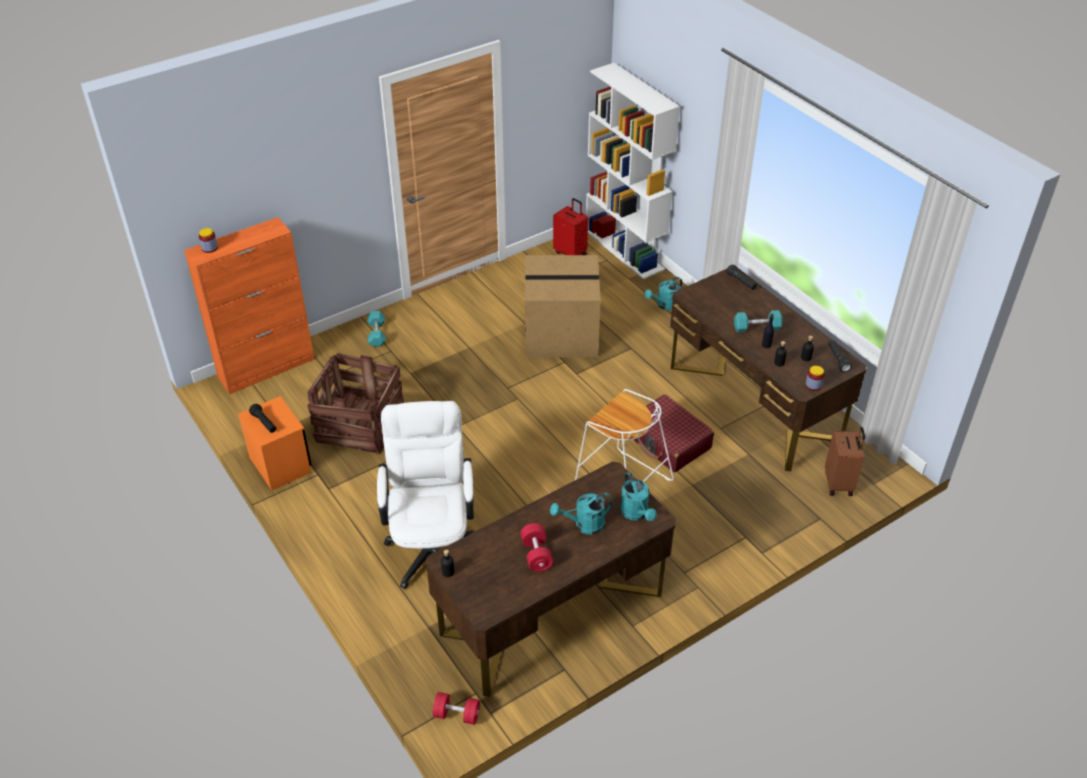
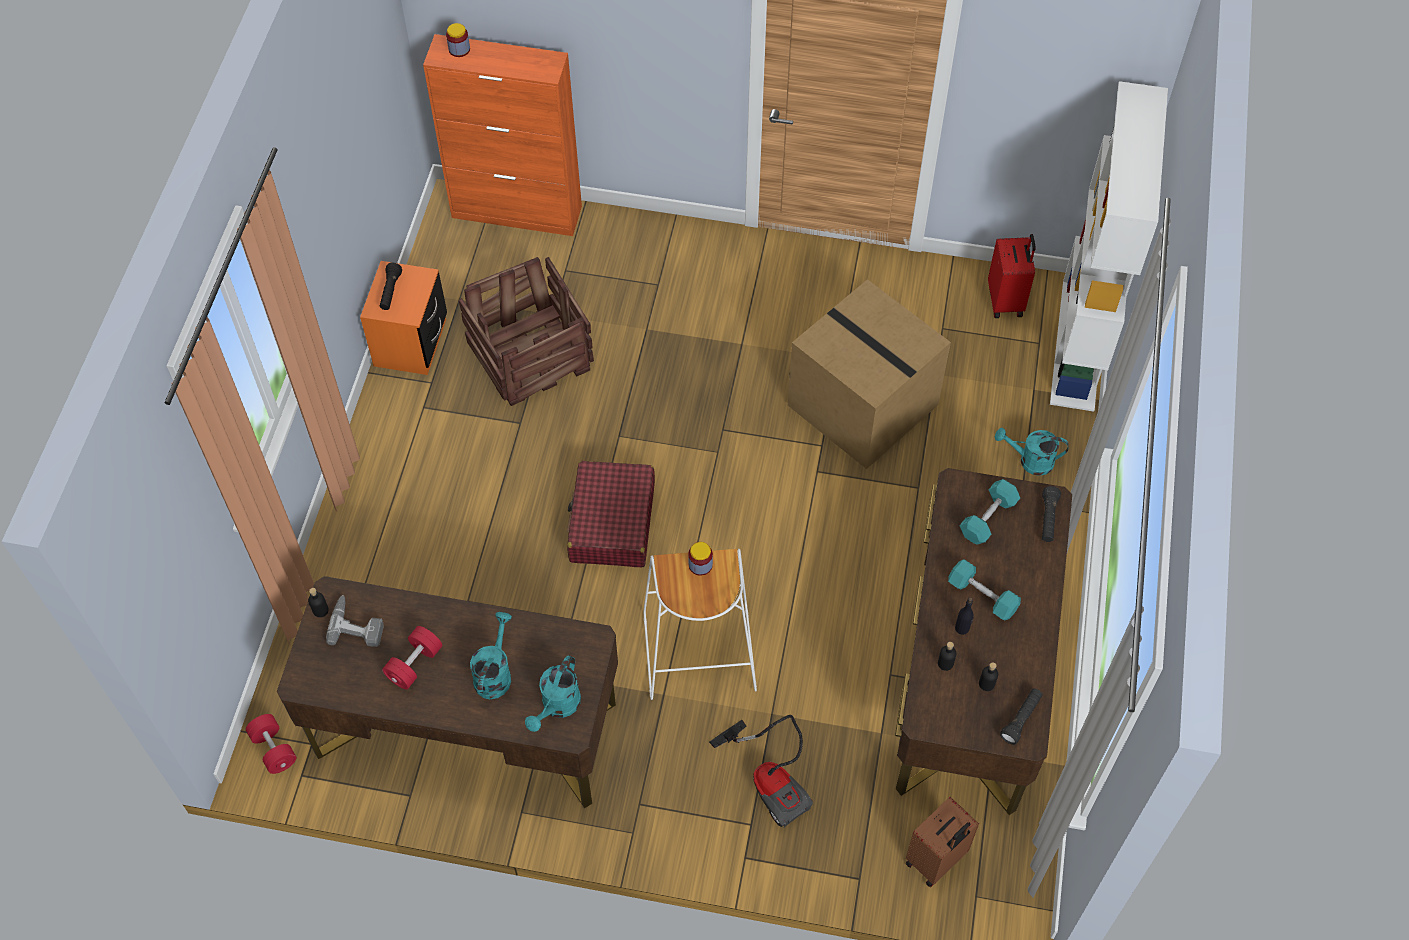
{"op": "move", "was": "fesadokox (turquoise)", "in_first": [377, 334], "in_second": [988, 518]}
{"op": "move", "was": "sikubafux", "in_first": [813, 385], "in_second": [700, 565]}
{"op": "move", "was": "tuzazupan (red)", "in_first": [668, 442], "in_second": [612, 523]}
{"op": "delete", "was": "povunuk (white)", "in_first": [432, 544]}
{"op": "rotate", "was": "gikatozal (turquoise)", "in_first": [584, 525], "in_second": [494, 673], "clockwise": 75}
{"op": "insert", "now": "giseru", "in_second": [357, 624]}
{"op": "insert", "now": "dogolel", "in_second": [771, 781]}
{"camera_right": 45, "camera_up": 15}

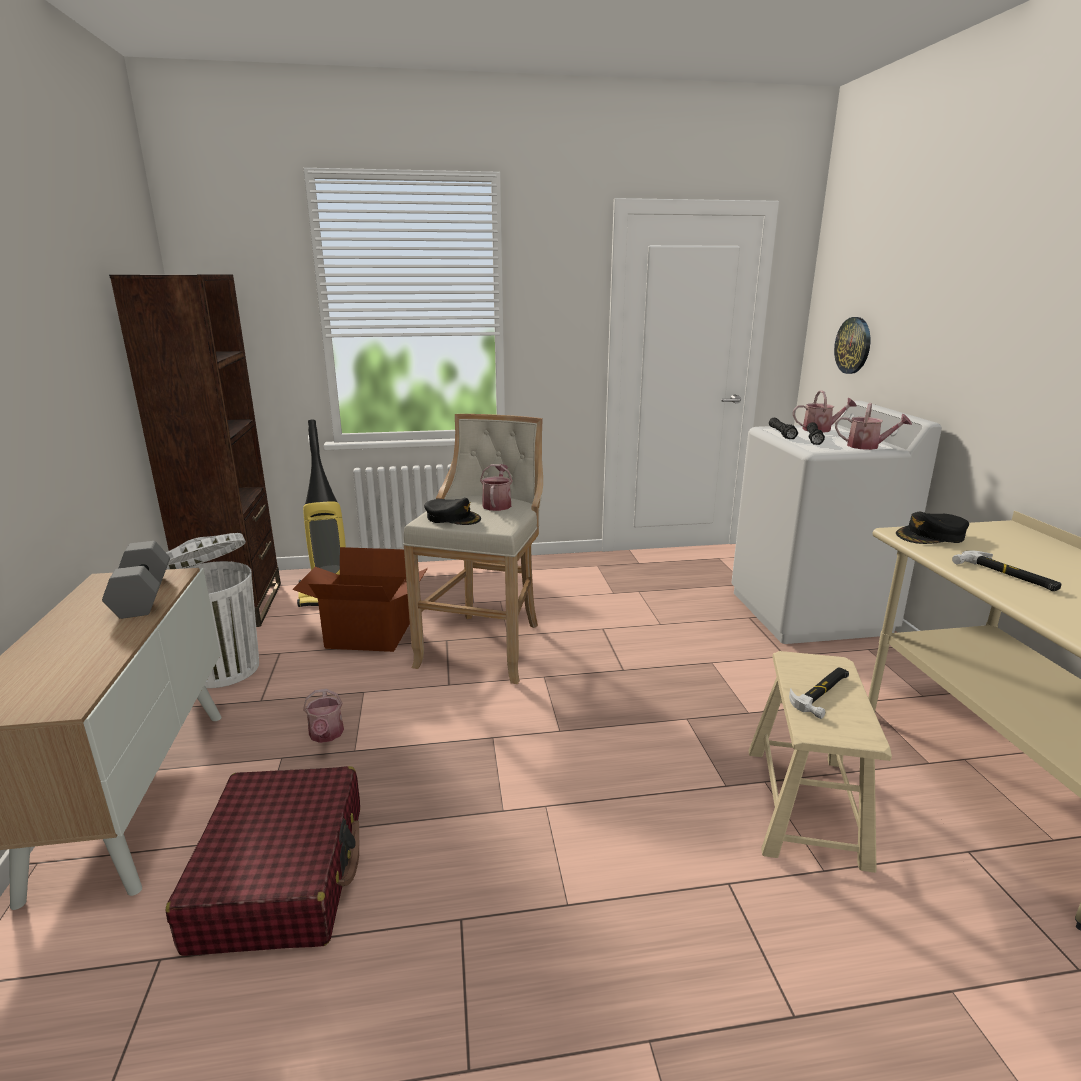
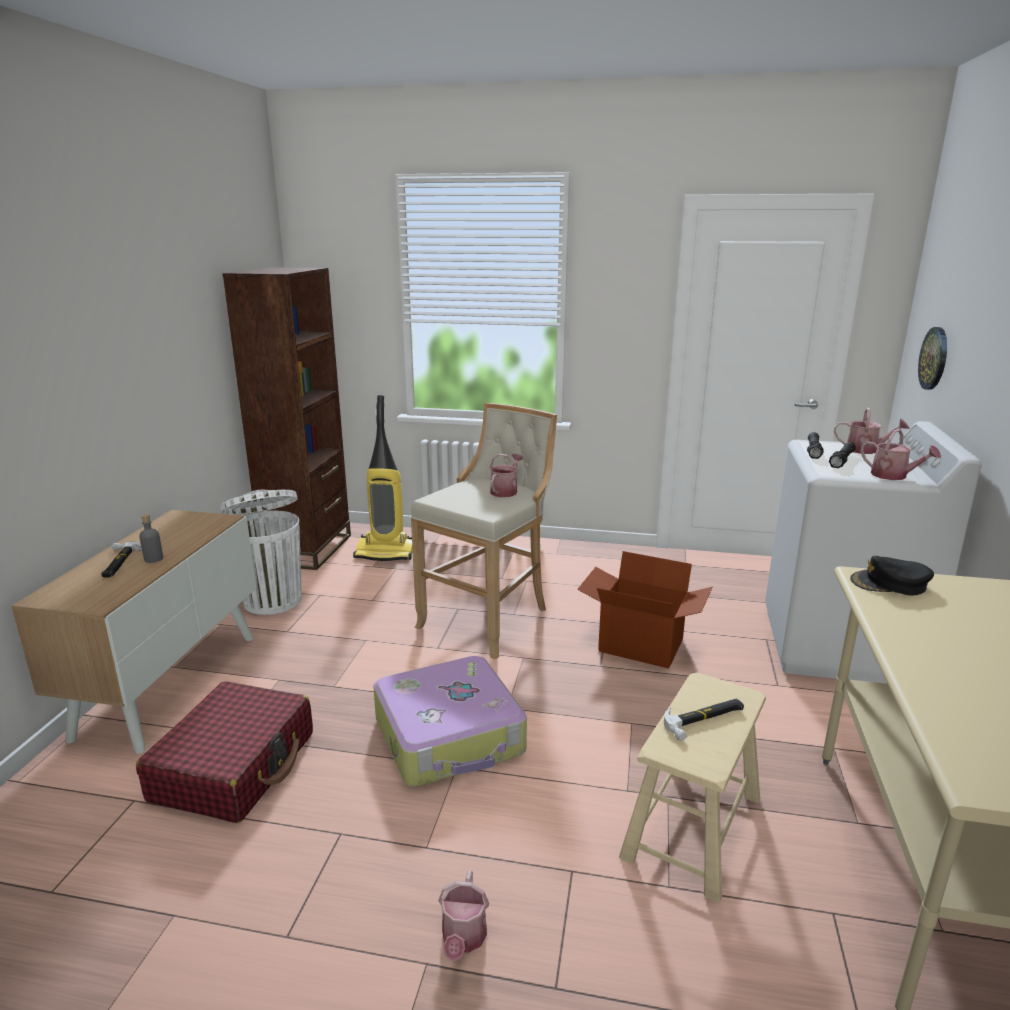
{"op": "delete", "was": "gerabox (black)", "in_first": [453, 518]}
{"op": "delete", "was": "fesadokox (grey)", "in_first": [141, 596]}
{"op": "move", "was": "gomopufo", "in_first": [367, 636], "in_second": [640, 646]}
{"op": "move", "was": "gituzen", "in_first": [1006, 575], "in_second": [119, 562]}
{"op": "move", "was": "gikatozal", "in_first": [326, 735], "in_second": [463, 939]}
{"op": "insert", "now": "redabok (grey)", "in_second": [153, 559]}
{"op": "insert", "now": "tuzazupan", "in_second": [450, 736]}
{"camera_right": 20, "camera_up": 0}

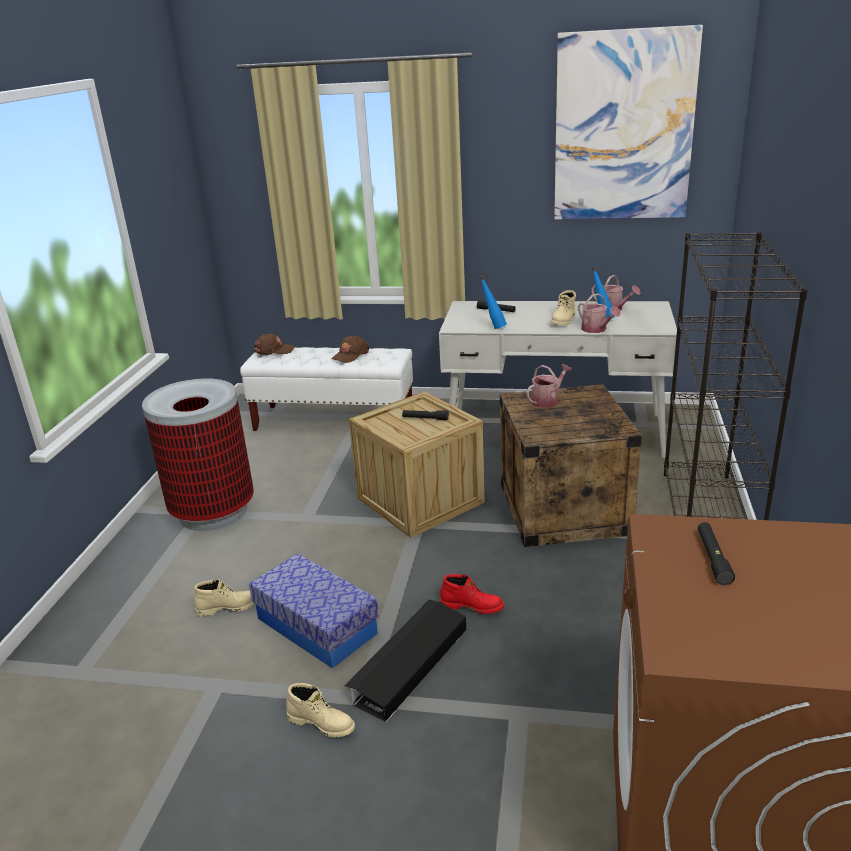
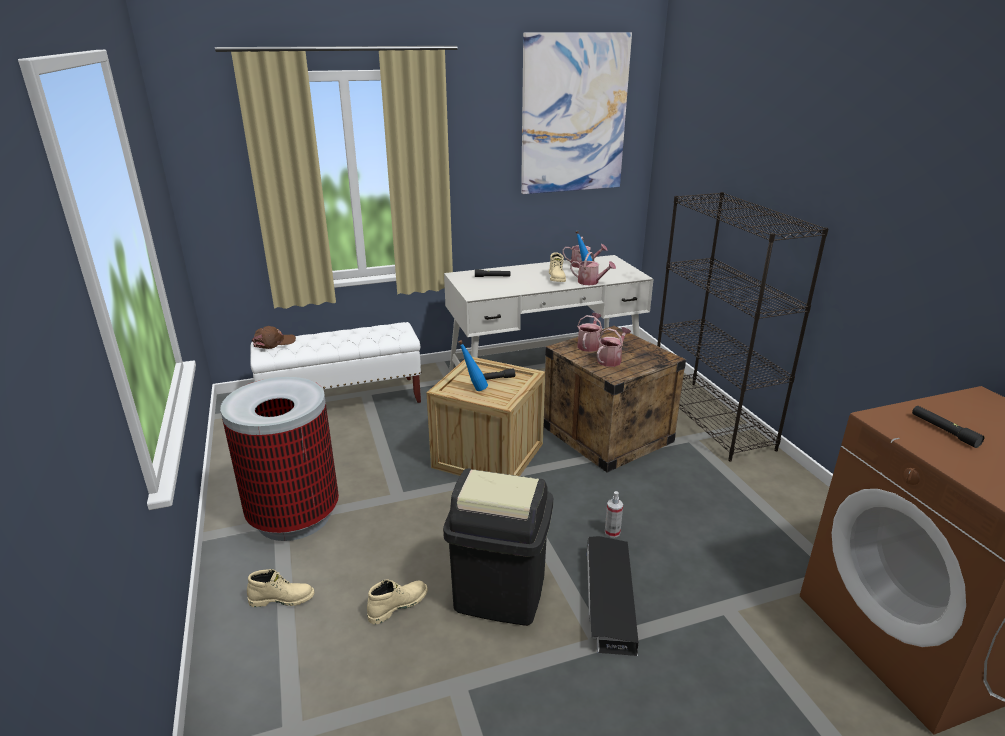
{"op": "move", "was": "redabok (blue)", "in_first": [493, 327], "in_second": [474, 389]}
{"op": "delete", "was": "gerabox (brown)", "in_first": [350, 355]}
{"op": "replace", "was": "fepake", "now": "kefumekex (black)", "in_first": [316, 626], "in_second": [499, 593]}
{"op": "replace", "was": "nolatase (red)", "now": "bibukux", "in_first": [472, 606], "in_second": [612, 532]}
{"op": "move", "was": "nolatase (beige)", "in_first": [322, 723], "in_second": [282, 598]}
{"op": "insert", "now": "gikatozal", "in_second": [611, 360]}
{"camera_right": -30, "camera_up": 0}

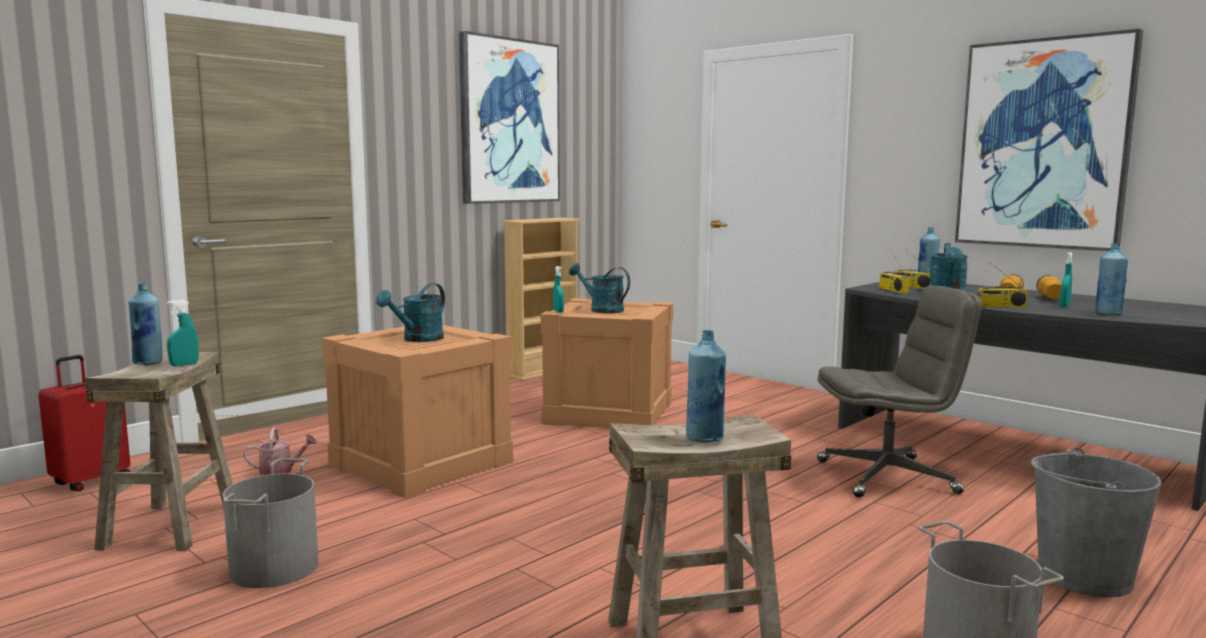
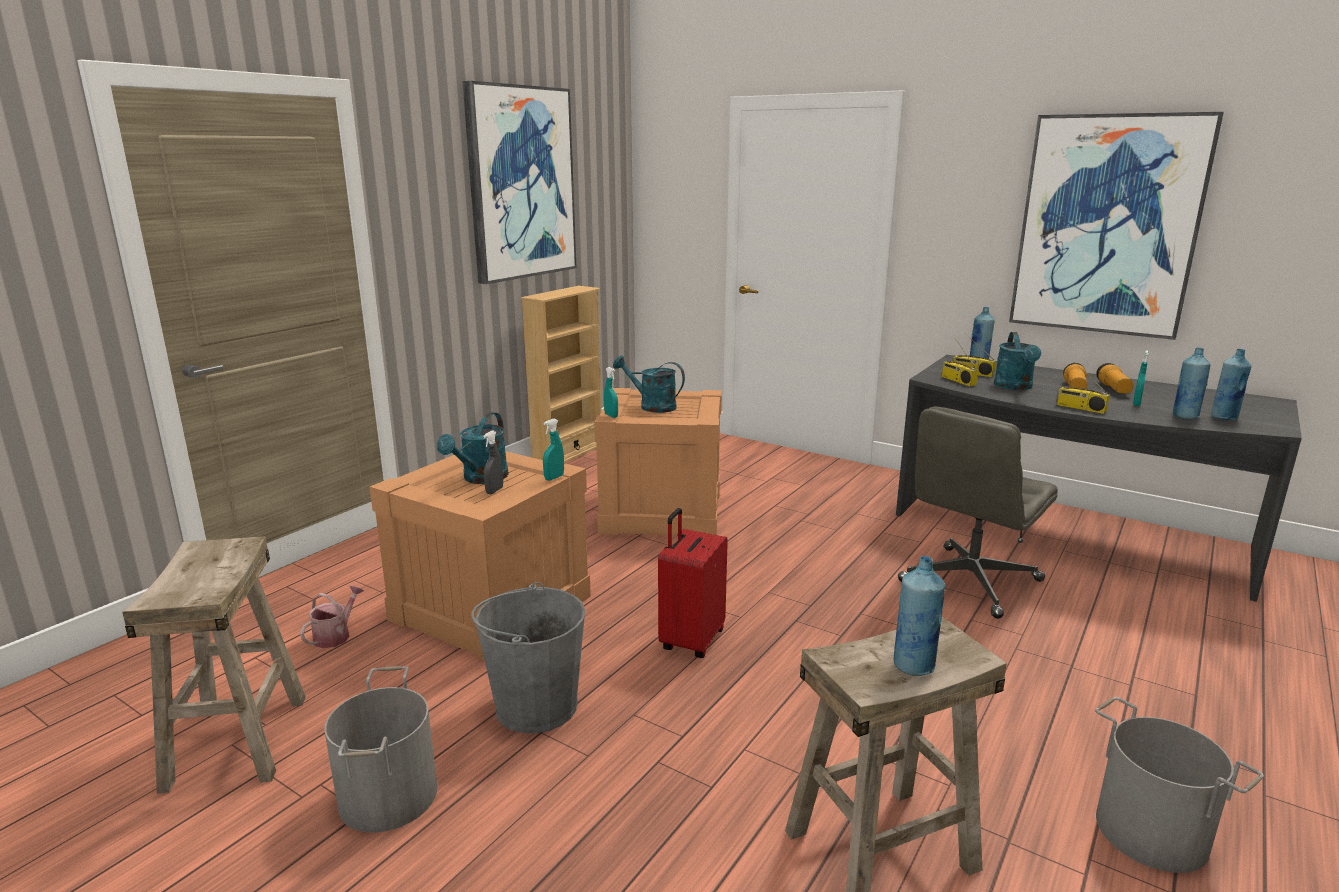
{"op": "rotate", "was": "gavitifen", "in_first": [1000, 306], "in_second": [1080, 408], "clockwise": 45}
{"op": "move", "was": "redabok (blue)", "in_first": [148, 363], "in_second": [1224, 418]}
{"op": "rotate", "was": "povunuk (grey)", "in_first": [888, 477], "in_second": [970, 582], "clockwise": 150}
{"op": "move", "was": "bibukux (turquoise)", "in_first": [184, 365], "in_second": [554, 477]}
{"op": "move", "was": "tuzazupan (red)", "in_first": [91, 481], "in_second": [691, 640]}
{"op": "rotate", "was": "gikatozal", "in_first": [281, 471], "in_second": [335, 635], "clockwise": -45}
{"op": "move", "was": "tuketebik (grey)", "in_first": [1083, 576], "in_second": [535, 706]}
{"op": "insert", "now": "bibukux (grey)", "in_second": [494, 491]}
{"camera_right": -10, "camera_up": 10}

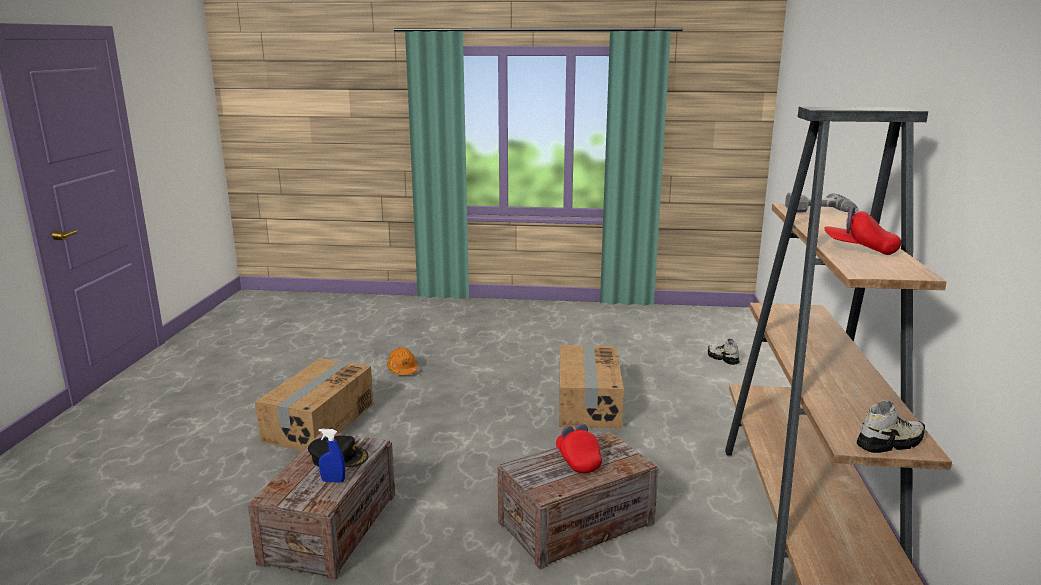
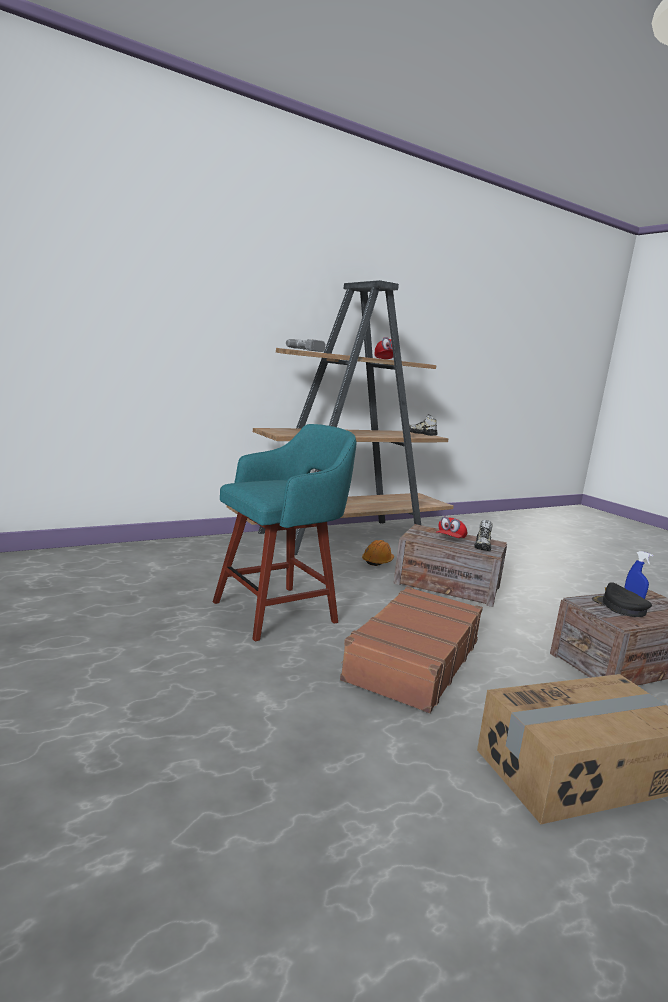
{"op": "move", "was": "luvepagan", "in_first": [722, 359], "in_second": [482, 546]}
{"op": "replace", "was": "gomopufo", "now": "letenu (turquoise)", "in_first": [587, 403], "in_second": [278, 611]}
{"op": "move", "was": "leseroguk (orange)", "in_first": [402, 370], "in_second": [377, 561]}
{"op": "insert", "now": "tuzazupan (brown)", "in_second": [412, 660]}
{"camera_right": -130, "camera_up": -5}

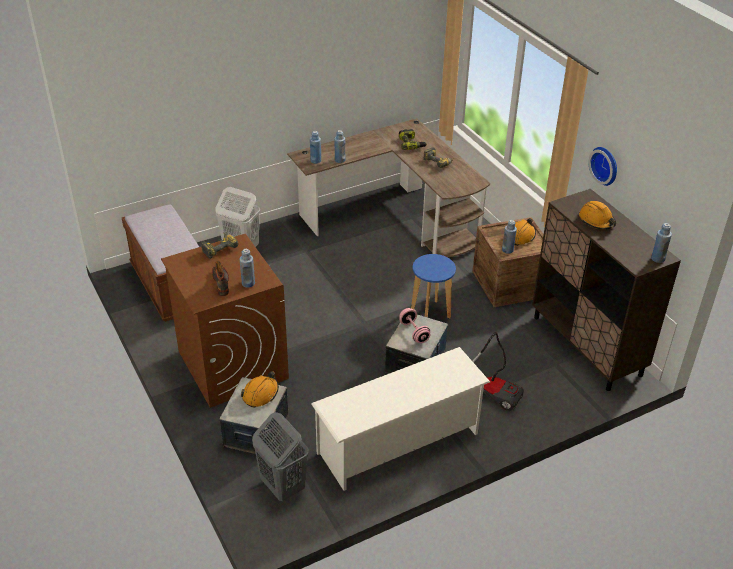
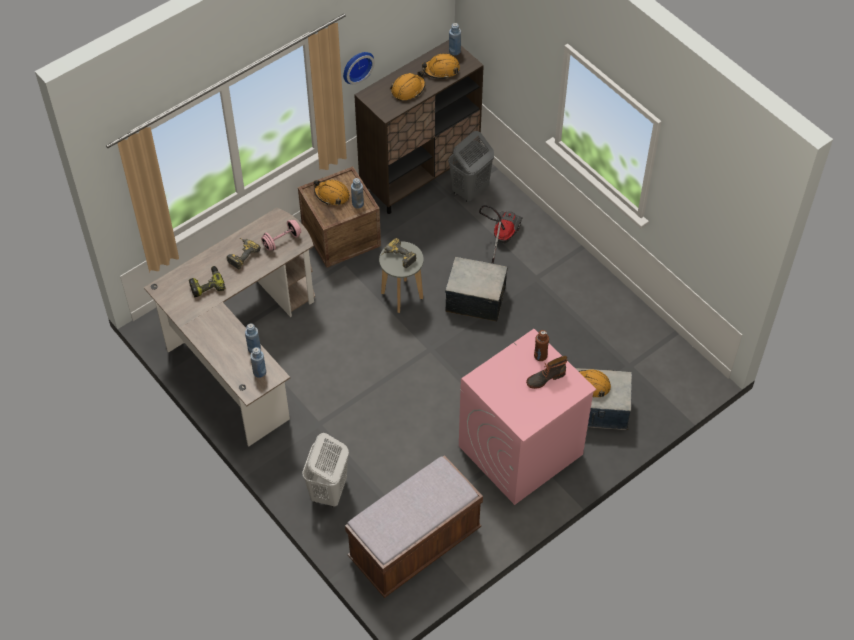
{"op": "move", "was": "giseru", "in_first": [218, 248], "in_second": [397, 258]}
{"op": "recolor", "was": "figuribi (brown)", "now": "figuribi (pink)", "in_first": [232, 364], "in_second": [520, 451]}
{"op": "recolor", "was": "redabok (blue)", "now": "redabok (brown)", "in_first": [248, 283], "in_second": [540, 356]}
{"op": "recolor", "was": "letenu (blue)", "now": "letenu (grey)", "in_first": [430, 313], "in_second": [402, 295]}
{"op": "move", "was": "fesadokox (pink)", "in_first": [414, 332], "in_second": [282, 241]}
{"op": "delete", "was": "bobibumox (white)", "in_first": [399, 443]}
{"op": "move", "was": "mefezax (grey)", "in_first": [282, 486], "in_second": [469, 190]}
{"op": "insert", "now": "leseroguk (orange)", "in_second": [441, 70]}
{"camera_right": -100, "camera_up": 15}

